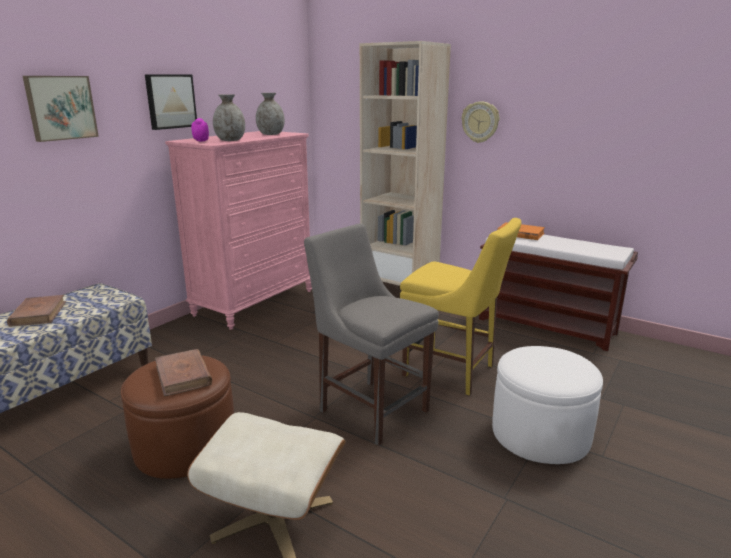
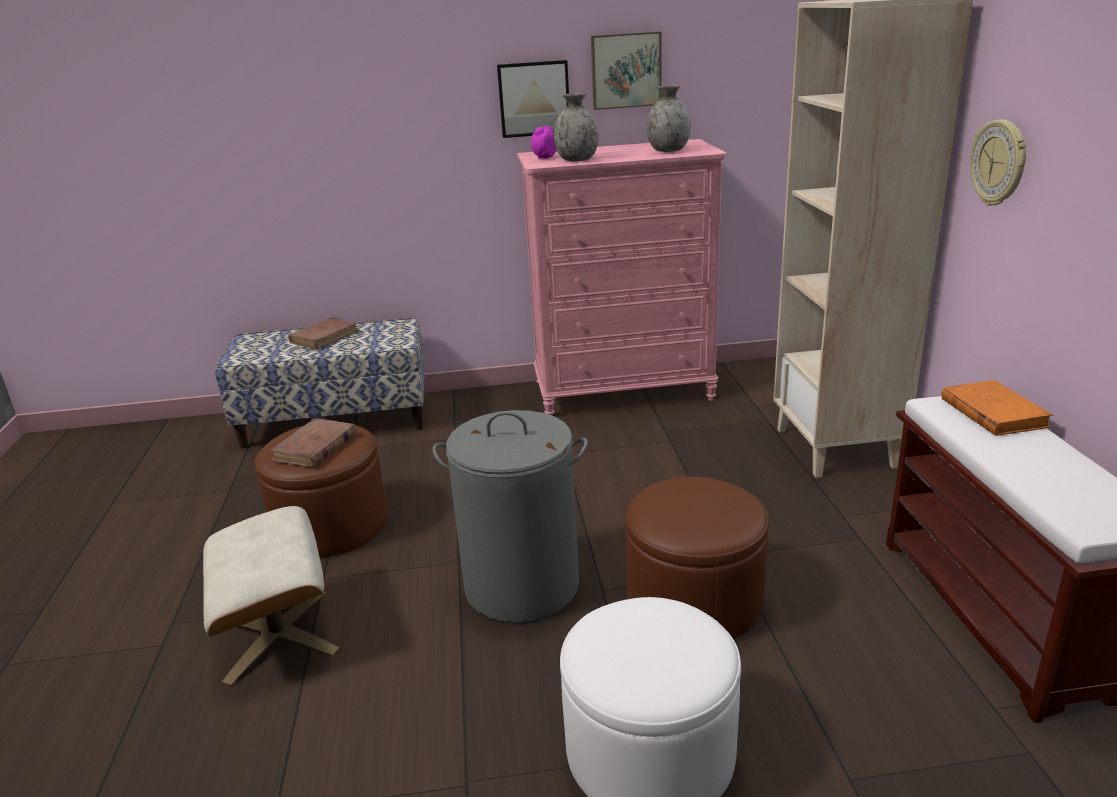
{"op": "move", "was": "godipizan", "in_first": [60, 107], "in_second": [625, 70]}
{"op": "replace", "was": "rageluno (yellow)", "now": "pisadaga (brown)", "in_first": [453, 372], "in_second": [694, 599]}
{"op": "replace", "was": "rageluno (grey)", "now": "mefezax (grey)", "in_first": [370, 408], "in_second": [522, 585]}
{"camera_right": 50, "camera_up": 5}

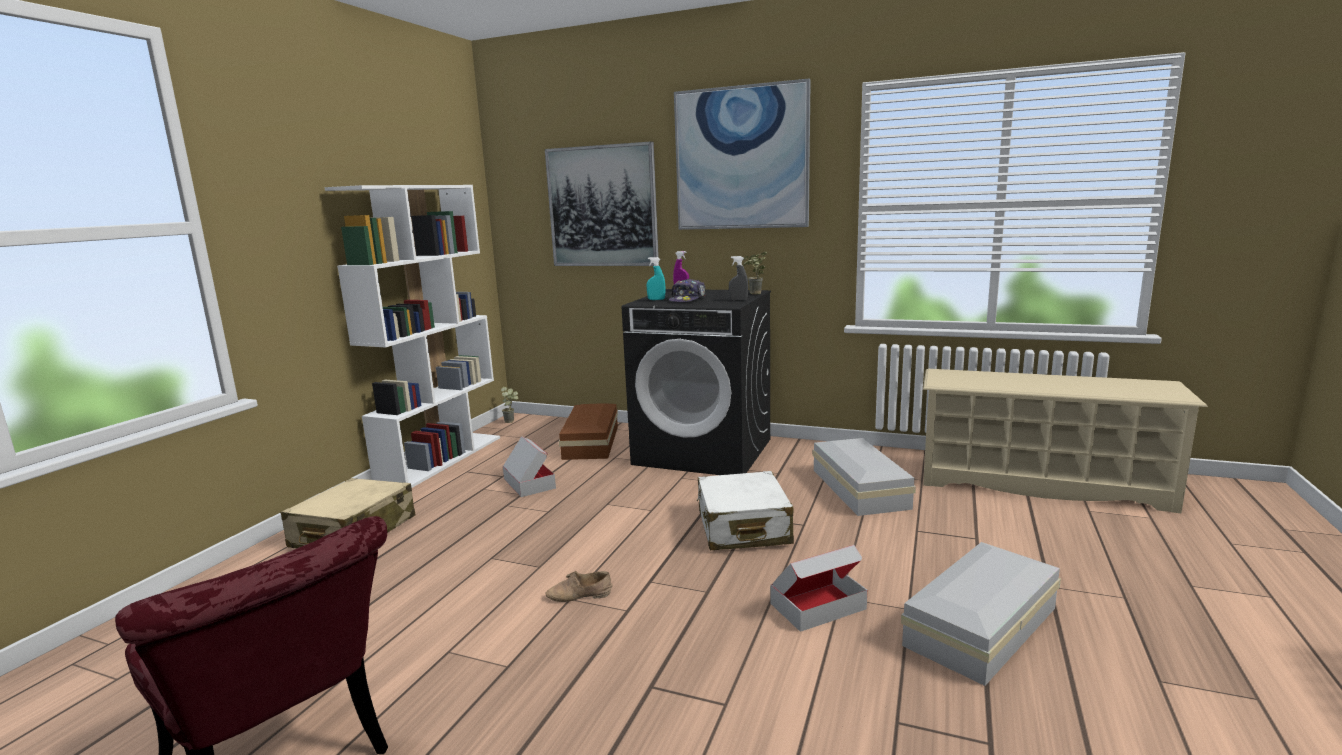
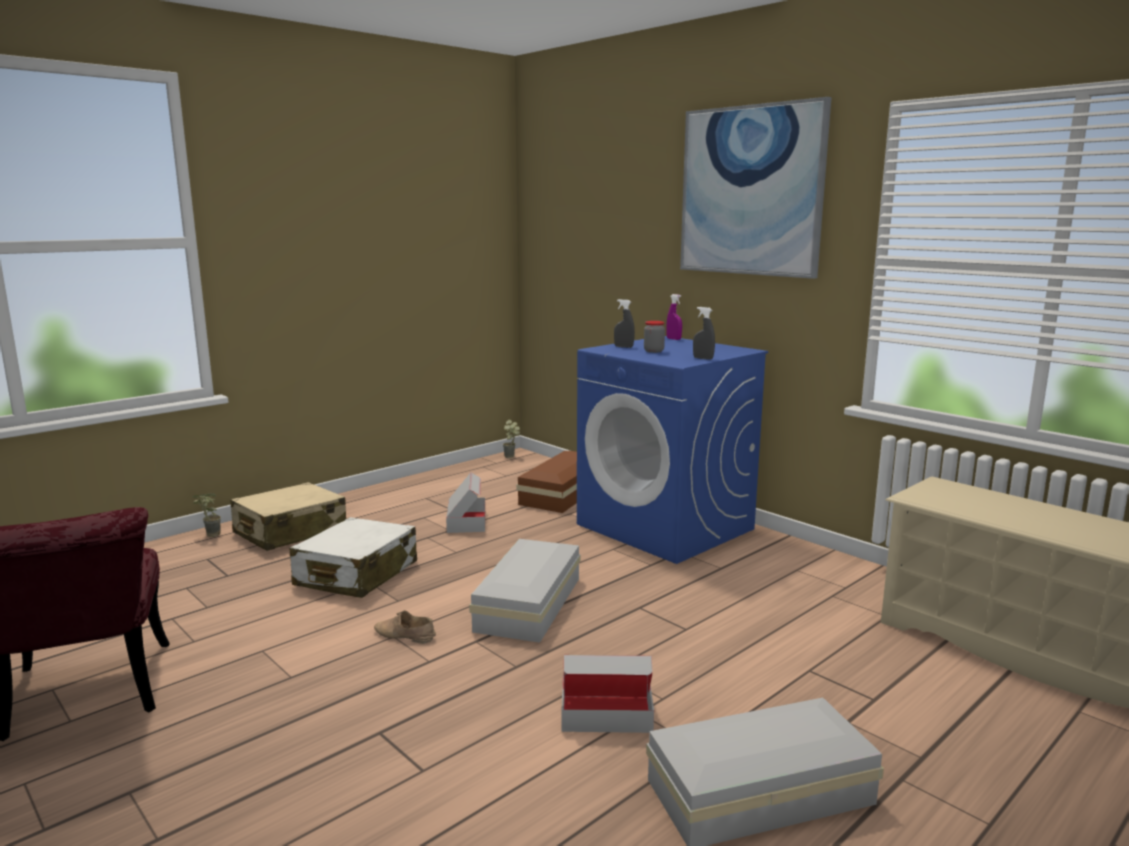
{"op": "delete", "was": "godipizan", "in_first": [602, 206]}
{"op": "delete", "was": "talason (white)", "in_first": [441, 459]}
{"op": "move", "was": "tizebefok", "in_first": [754, 294], "in_second": [209, 535]}
{"op": "recolor", "was": "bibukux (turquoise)", "now": "bibukux (grey)", "in_first": [656, 299], "in_second": [623, 347]}
{"op": "replace", "was": "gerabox", "now": "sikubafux", "in_first": [688, 299], "in_second": [653, 351]}
{"op": "recolor", "was": "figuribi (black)", "now": "figuribi (blue)", "in_first": [704, 451], "in_second": [666, 527]}
{"op": "move", "was": "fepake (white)", "in_first": [860, 487], "in_second": [531, 603]}
{"op": "move", "was": "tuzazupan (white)", "in_first": [743, 527], "in_second": [356, 574]}
{"camera_right": 25, "camera_up": 0}

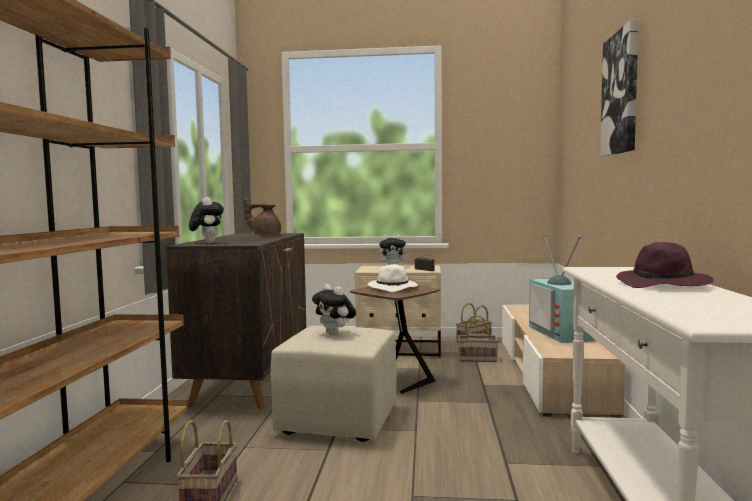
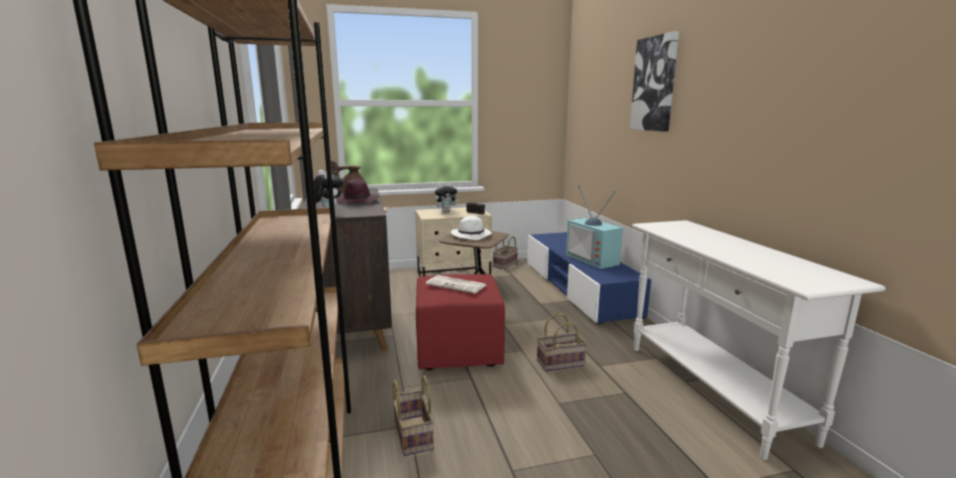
{"op": "move", "was": "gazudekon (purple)", "in_first": [663, 285], "in_second": [358, 201]}
{"op": "replace", "was": "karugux", "now": "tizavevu", "in_first": [335, 334], "in_second": [457, 285]}
{"op": "recolor", "was": "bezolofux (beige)", "now": "bezolofux (blue)", "in_first": [550, 373], "in_second": [578, 288]}
{"op": "move", "was": "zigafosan", "in_first": [478, 359], "in_second": [561, 362]}
{"op": "recolor", "was": "pisadaga (beige)", "now": "pisadaga (red)", "in_first": [338, 420], "in_second": [457, 350]}
{"camera_right": -20, "camera_up": 10}

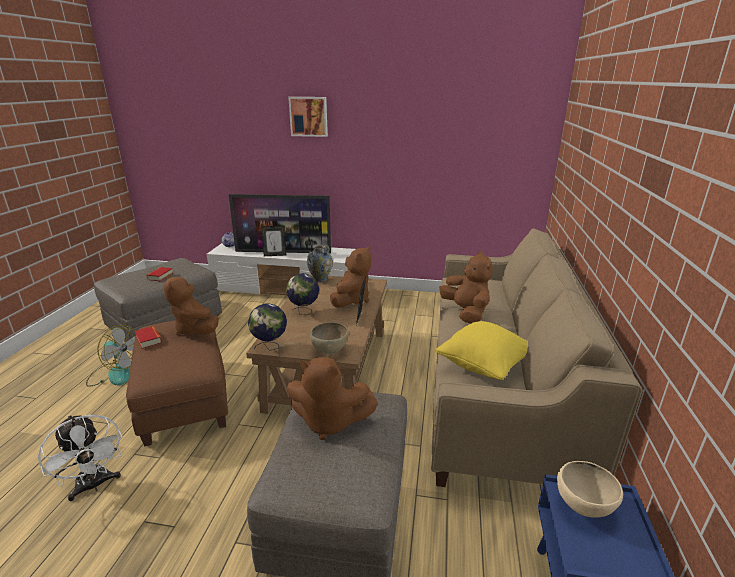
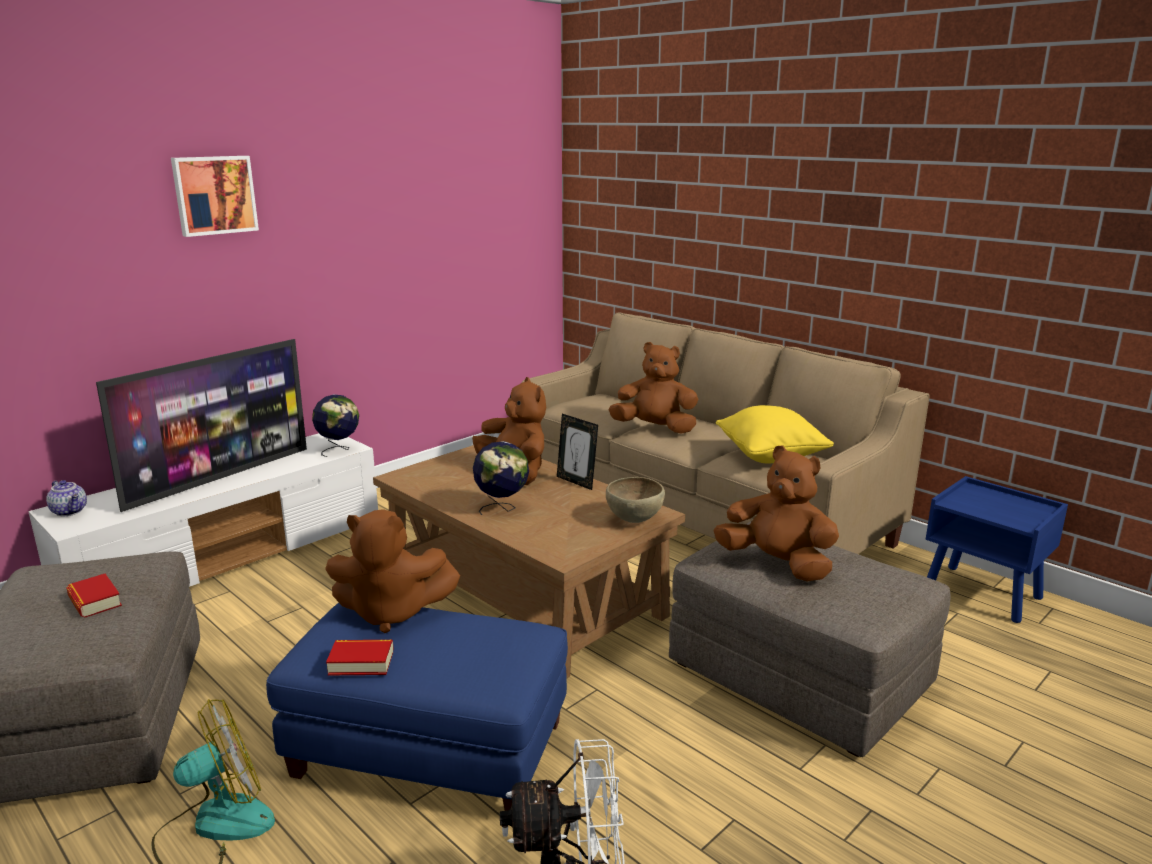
{"op": "delete", "was": "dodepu", "in_first": [275, 255]}
{"op": "delete", "was": "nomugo", "in_first": [320, 280]}
{"op": "move", "was": "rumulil", "in_first": [270, 347], "in_second": [339, 450]}
{"op": "recolor", "was": "pisadaga (brown)", "now": "pisadaga (blue)", "in_first": [185, 398], "in_second": [428, 748]}
{"op": "rotate", "was": "karugux (brown)", "in_first": [329, 422], "in_second": [777, 564], "clockwise": -105}
{"op": "delete", "was": "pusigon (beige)", "in_first": [583, 507]}
{"camera_right": -55, "camera_up": -5}

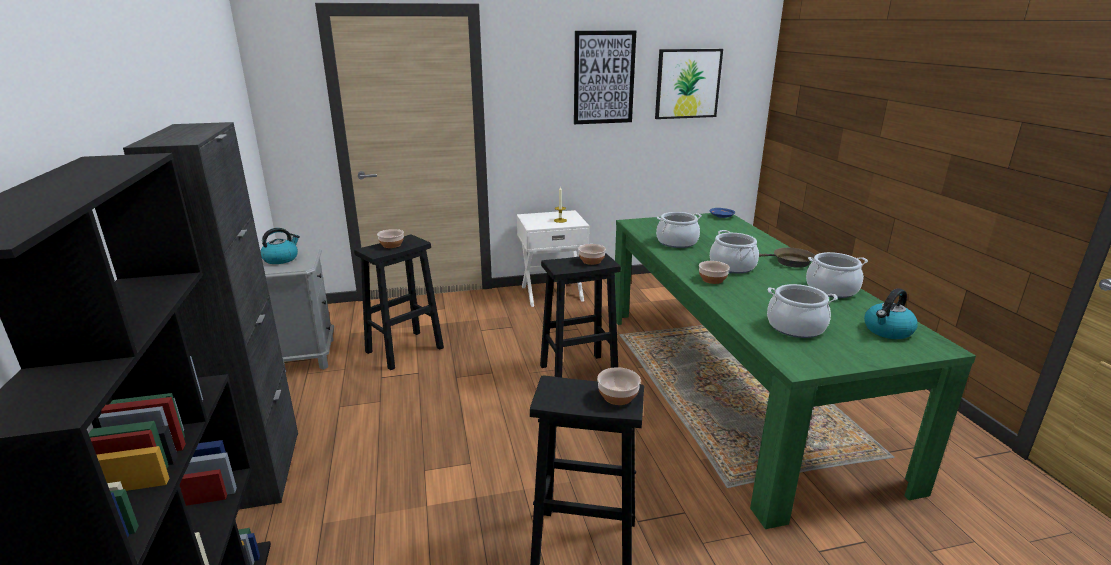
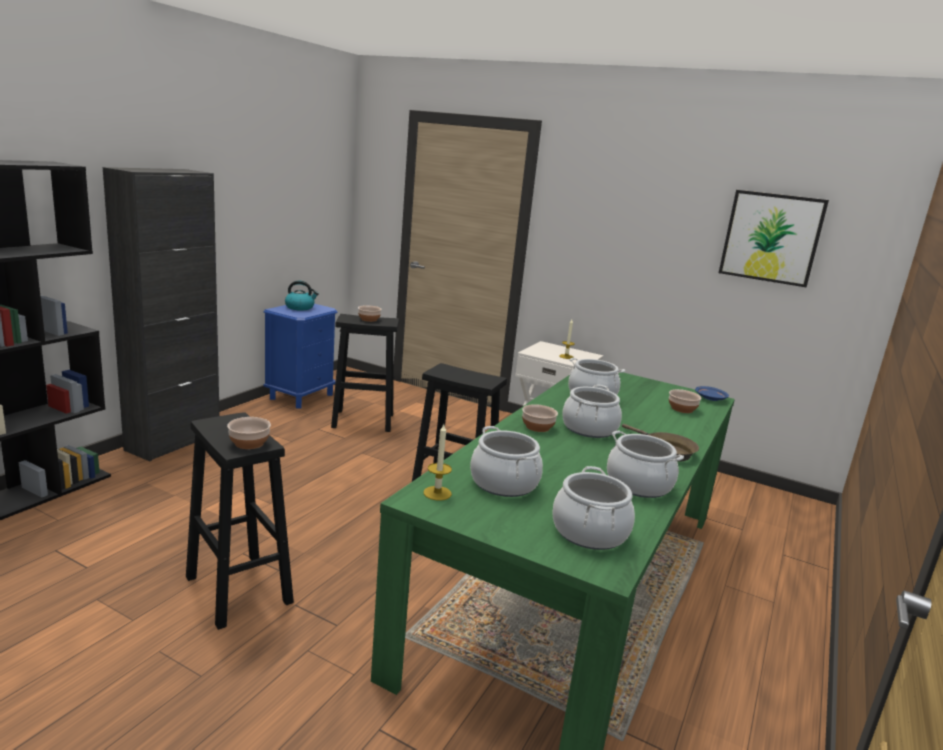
{"op": "delete", "was": "godipizan", "in_first": [604, 78]}
{"op": "move", "was": "pusigon", "in_first": [592, 261], "in_second": [682, 409]}
{"op": "recolor", "was": "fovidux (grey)", "now": "fovidux (blue)", "in_first": [305, 356], "in_second": [301, 396]}
{"op": "replace", "was": "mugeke", "now": "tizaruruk", "in_first": [887, 331], "in_second": [590, 532]}
{"op": "insert", "now": "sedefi", "in_second": [437, 493]}
{"camera_right": 40, "camera_up": -5}

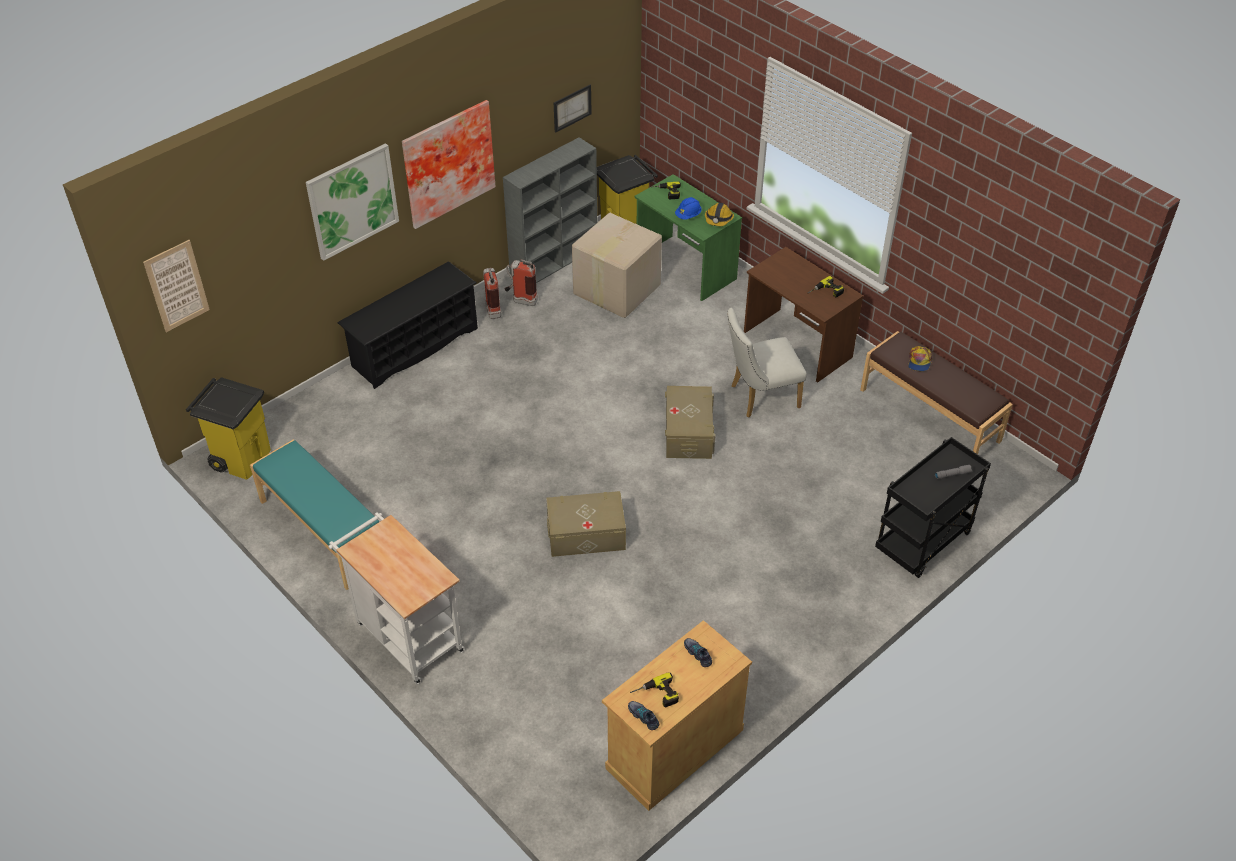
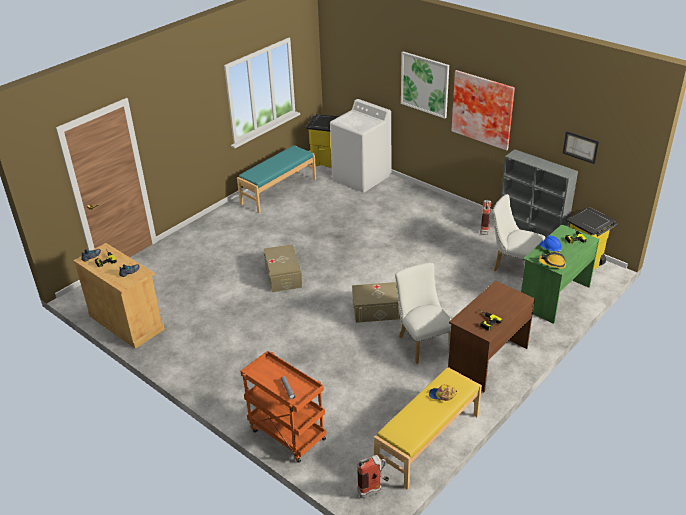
{"op": "replace", "was": "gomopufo", "now": "rageluno (white)", "in_first": [615, 290], "in_second": [513, 266]}
{"op": "delete", "was": "godipizan", "in_first": [177, 286]}
{"op": "delete", "was": "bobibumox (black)", "in_first": [414, 347]}
{"op": "move", "was": "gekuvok", "in_first": [492, 308], "in_second": [373, 490]}
{"op": "recolor", "was": "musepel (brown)", "now": "musepel (yellow)", "in_first": [930, 414], "in_second": [428, 441]}
{"op": "recolor", "was": "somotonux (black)", "now": "somotonux (orange)", "in_first": [923, 544], "in_second": [286, 434]}
{"op": "delete", "was": "somotonux (white)", "in_first": [405, 633]}
{"op": "insert", "now": "figuribi (white)", "in_second": [361, 177]}
{"camera_right": 85, "camera_up": -10}

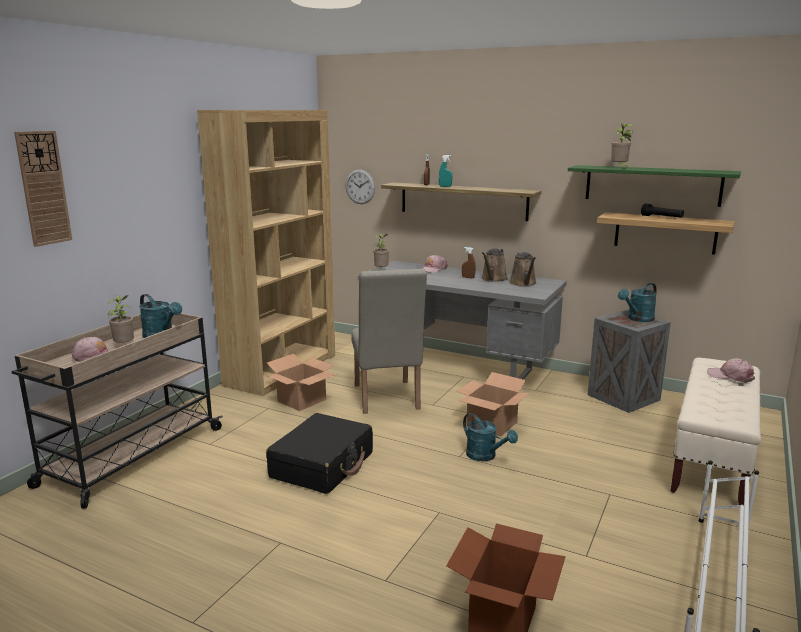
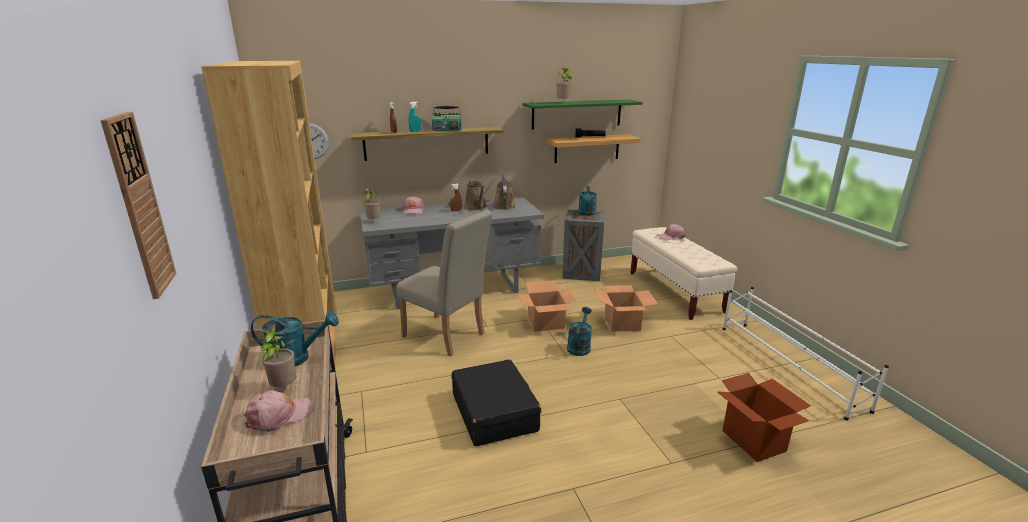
{"op": "rotate", "was": "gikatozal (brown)", "in_first": [523, 284], "in_second": [504, 206], "clockwise": -135}
{"op": "move", "was": "gomopufo", "in_first": [302, 400], "in_second": [621, 323]}
{"op": "rotate", "was": "gikatozal (turquoise)", "in_first": [485, 456], "in_second": [579, 346], "clockwise": -75}
{"op": "insert", "now": "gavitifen", "in_second": [447, 130]}
{"camera_right": -45, "camera_up": 5}

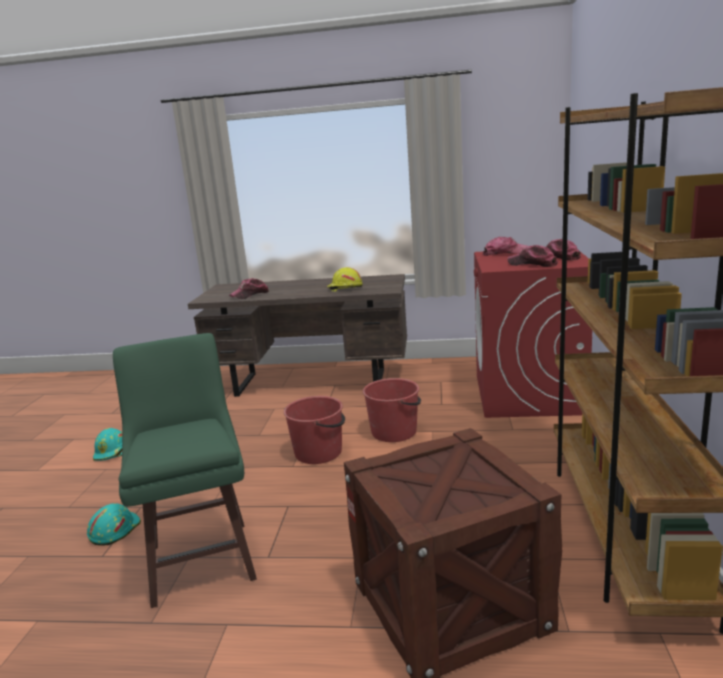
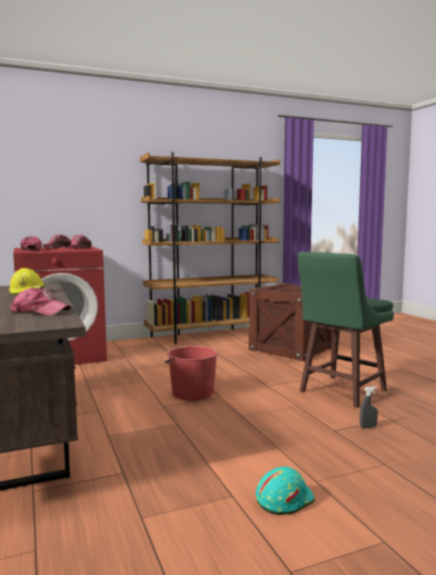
{"op": "delete", "was": "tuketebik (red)", "in_first": [394, 432]}
{"op": "replace", "was": "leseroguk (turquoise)", "now": "bibukux (grey)", "in_first": [114, 530], "in_second": [368, 427]}
{"camera_right": -120, "camera_up": -10}

